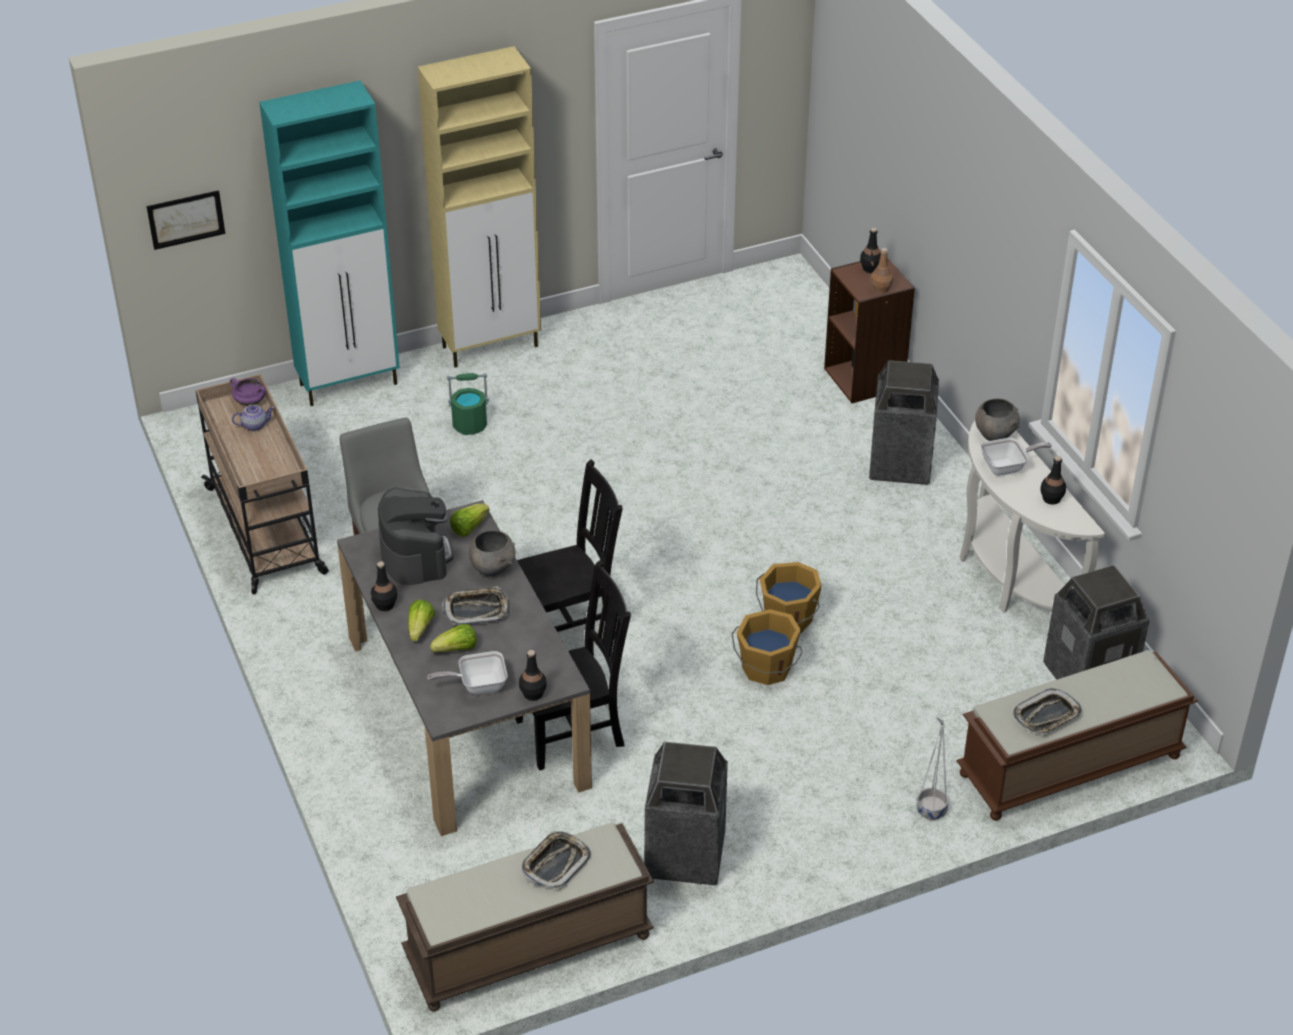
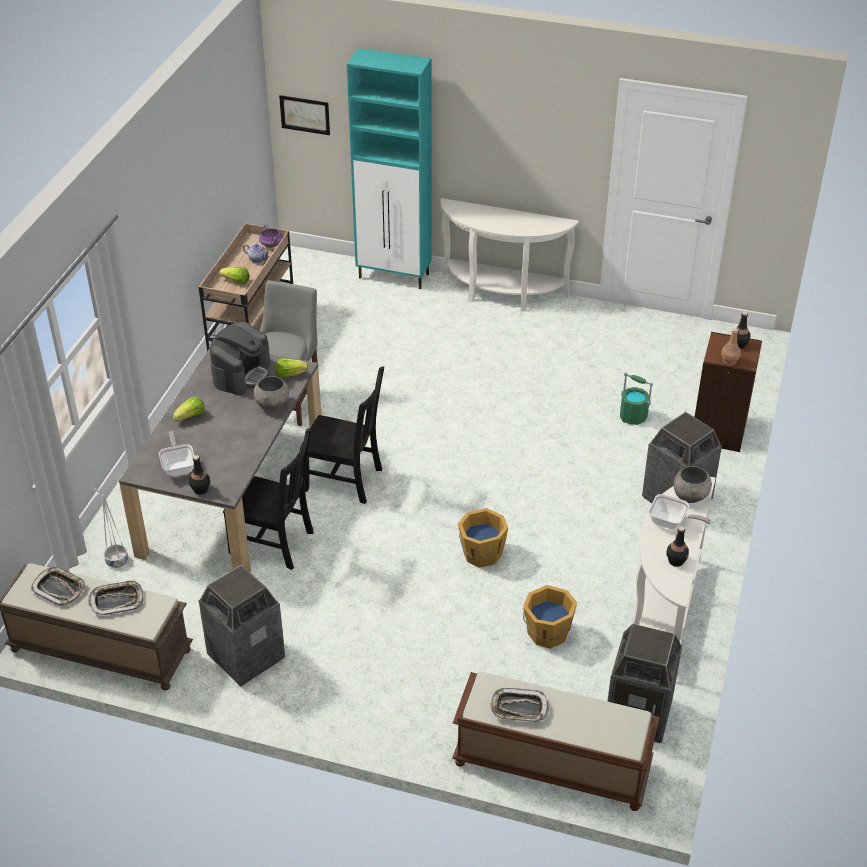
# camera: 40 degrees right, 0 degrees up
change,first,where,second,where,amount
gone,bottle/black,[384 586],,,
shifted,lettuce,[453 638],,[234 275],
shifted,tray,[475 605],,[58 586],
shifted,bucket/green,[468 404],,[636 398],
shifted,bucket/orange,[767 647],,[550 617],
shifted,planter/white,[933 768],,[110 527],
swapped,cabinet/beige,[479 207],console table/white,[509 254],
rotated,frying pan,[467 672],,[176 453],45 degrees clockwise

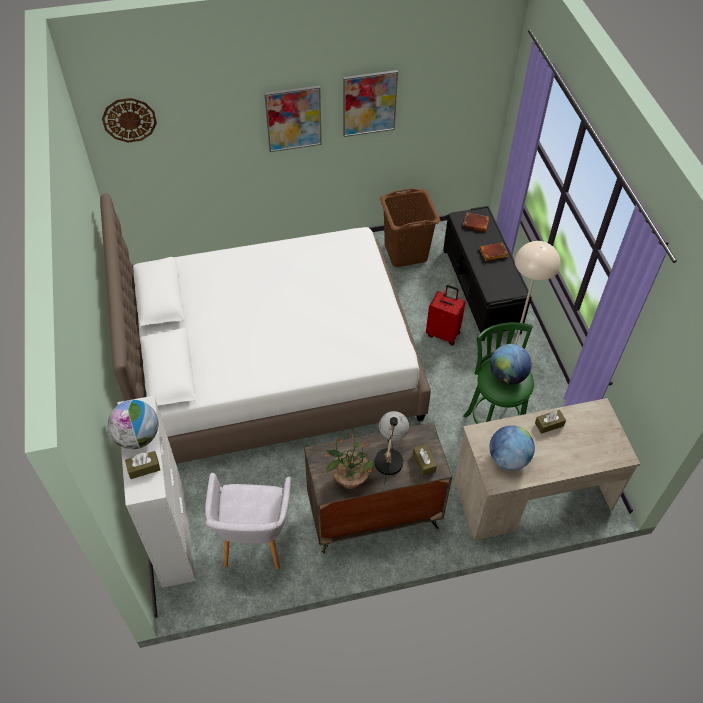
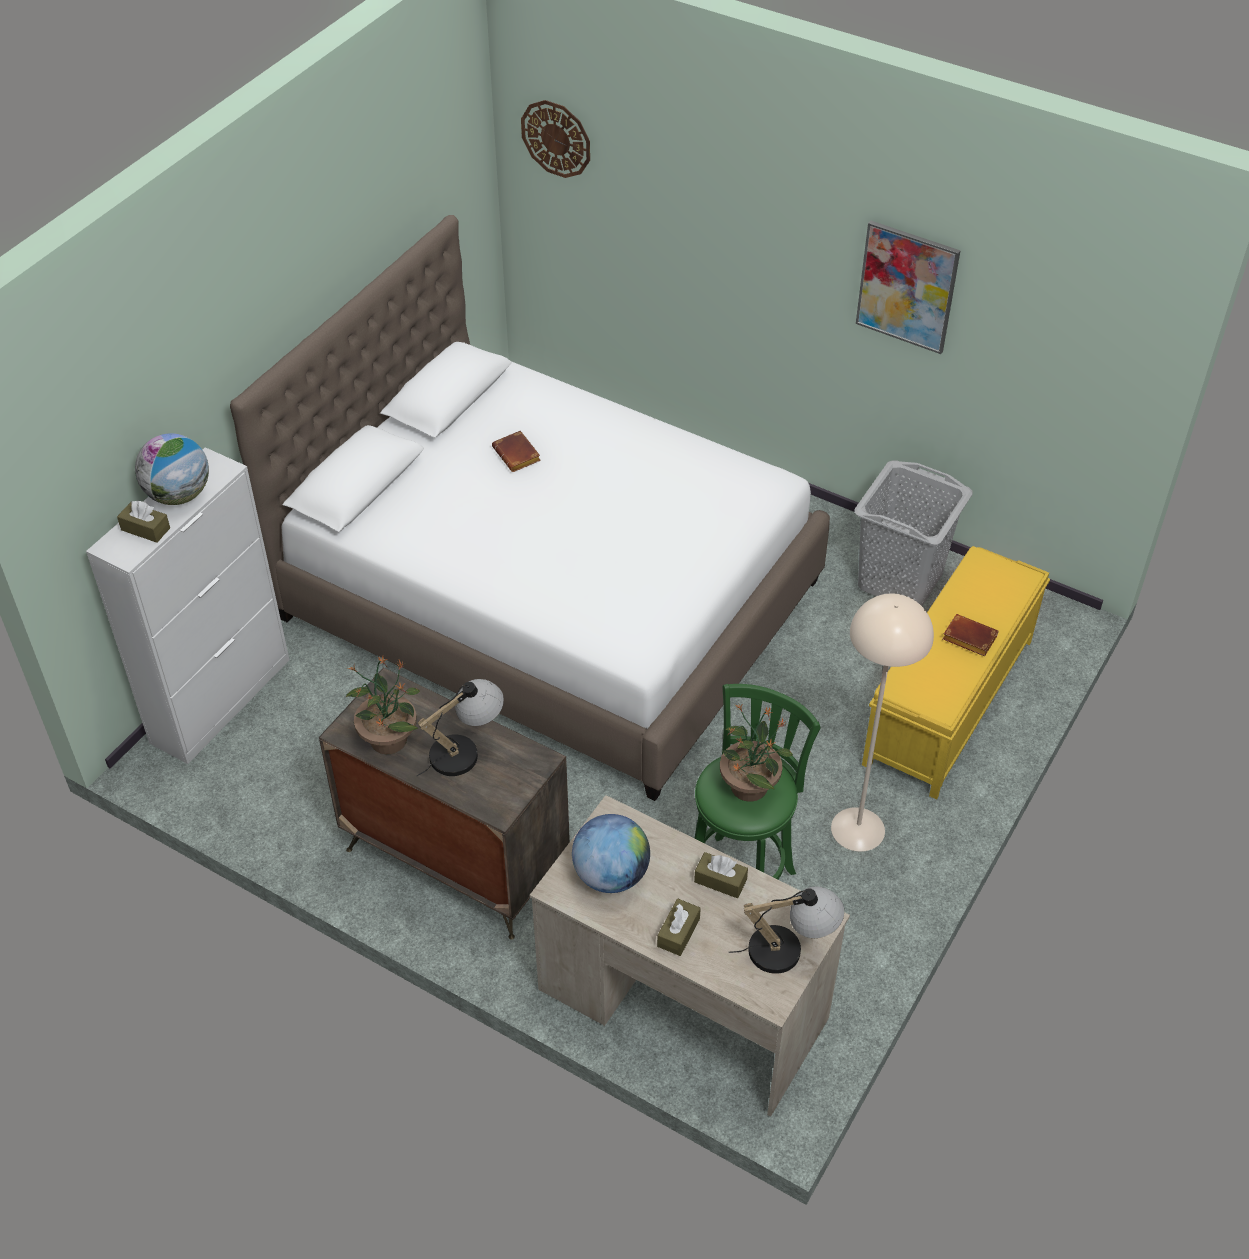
# camera: 45 degrees right, 5 degrees down
change,first,where,second,where,amount
gone,armchair/grey,[248 521],,,
gone,picture,[293 119],,,
gone,suitcase/red,[446 315],,,
new,,,table lamp,[786 930],
shifted,tissue box/brown,[425 460],,[679 927],
shifted,book/brown,[476 222],,[516 451],
swapped,globe,[511 364],potted plant,[756 752],
repainted,laundry basket/brown,[410 227],laundry basket/grey,[914 533],
repainted,bench/black,[487 273],bench/yellow,[956 673],

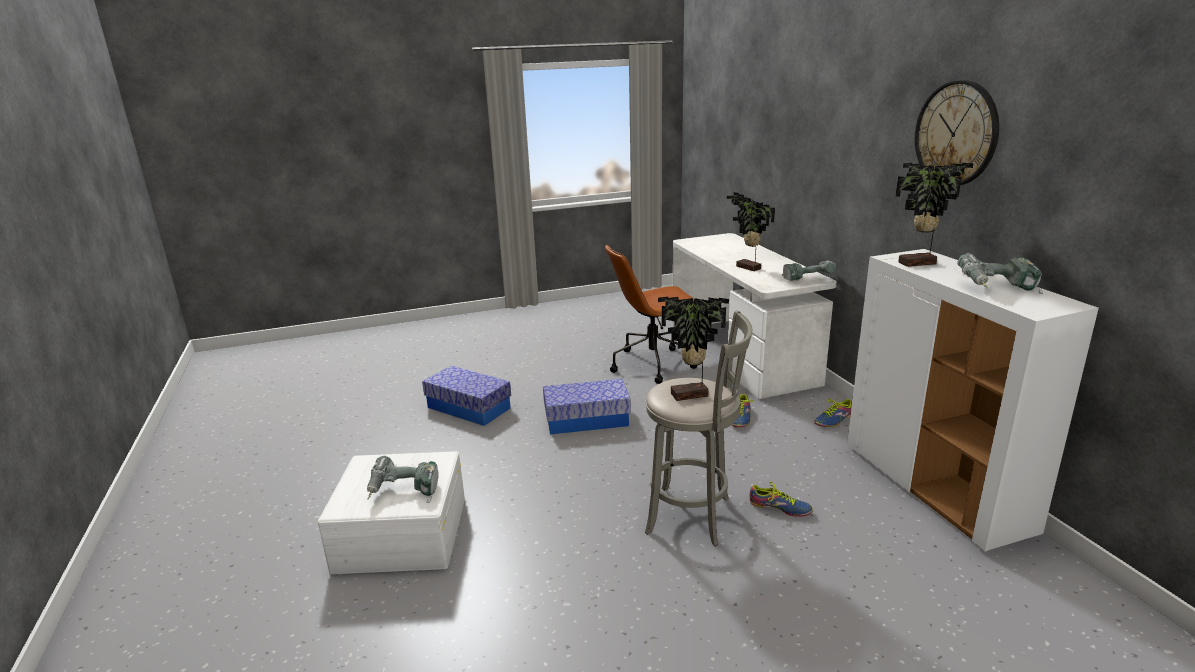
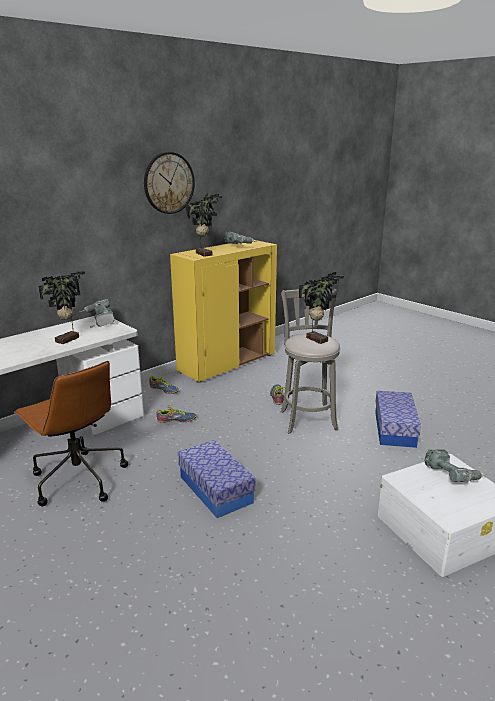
# camera: 115 degrees left, 0 degrees up
change,first,where,second,where,amount
shifted,storage box,[466 396],,[398 419],
repainted,cabinet/white,[973 400],cabinet/yellow,[223 311],

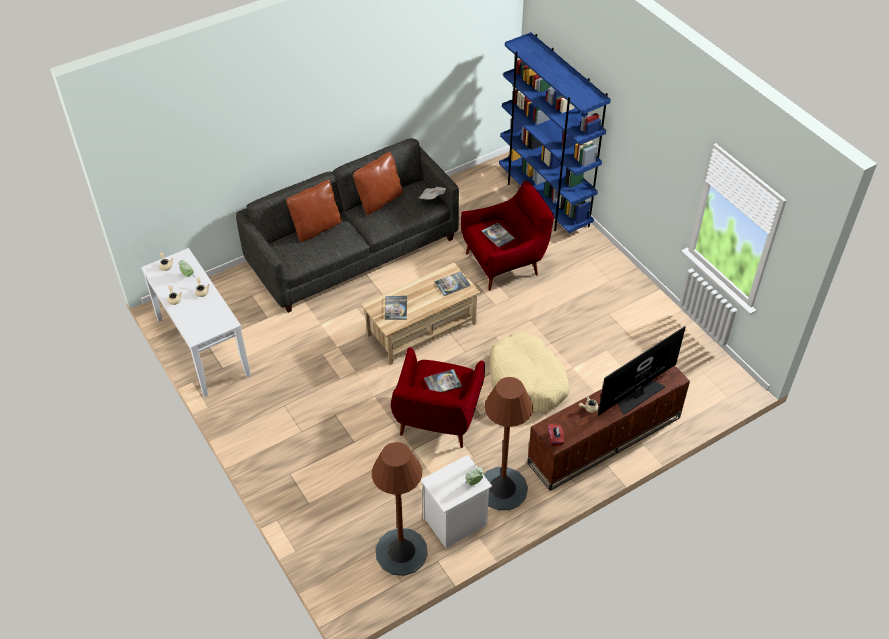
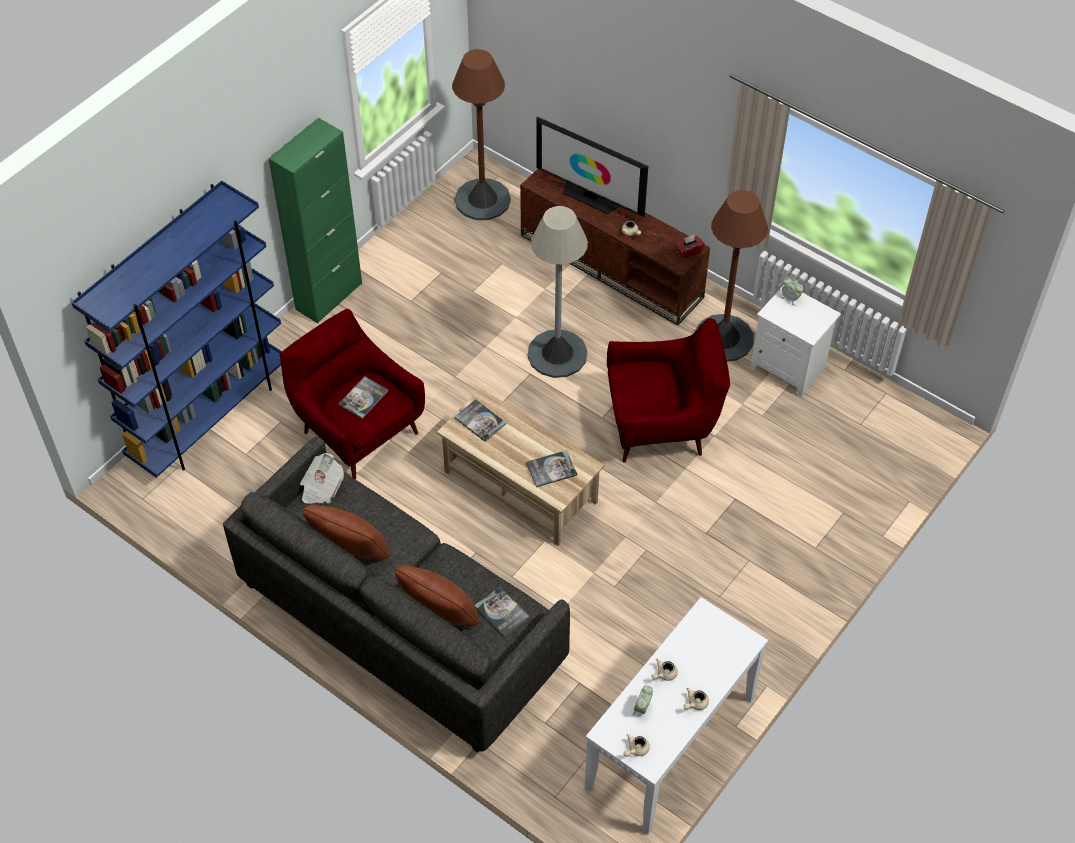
# camera: 110 degrees left, 5 degrees up
change,first,where,second,where,amount
new,,,cabinet/green,[315 220],
shifted,floor lamp/brown,[400 509],,[481 134],
shifted,book,[443 381],,[502 611],
swapped,dog bed/beige,[529 373],floor lamp/grey,[558 292],

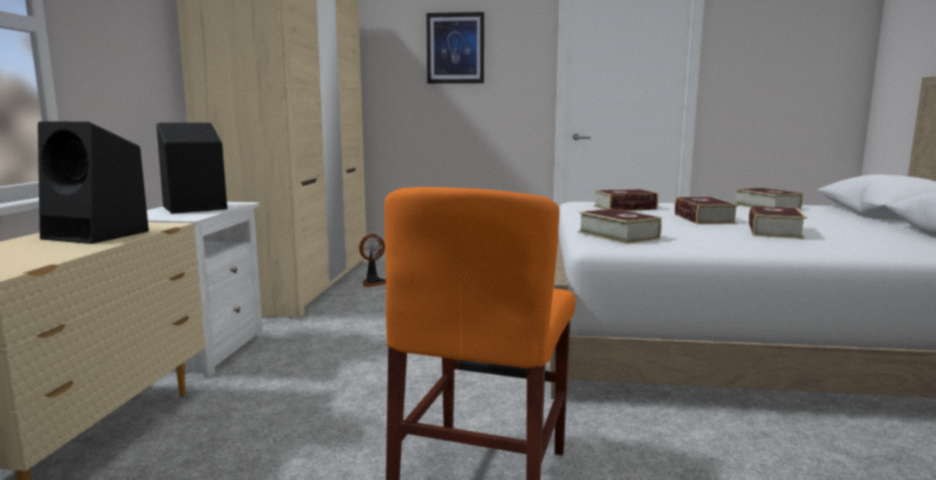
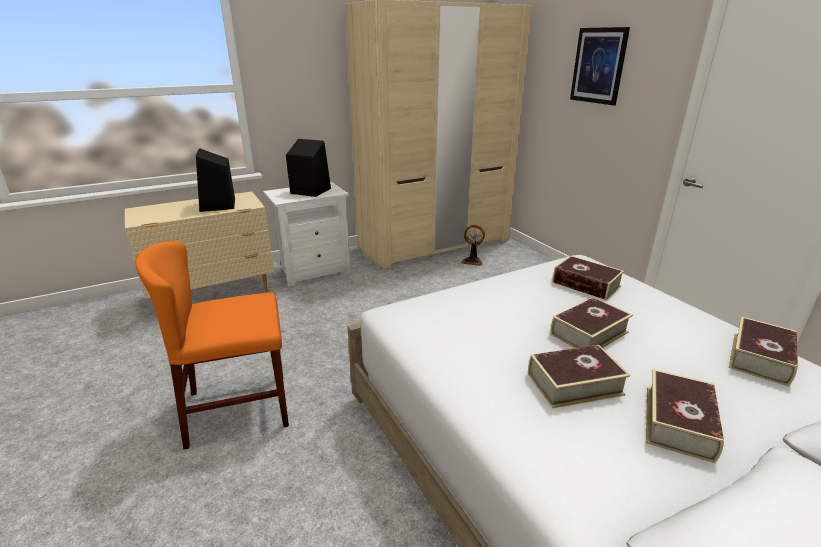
# camera: 55 degrees right, 15 degrees up
change,first,where,second,where,amount
shifted,book,[620 226],,[685 416],

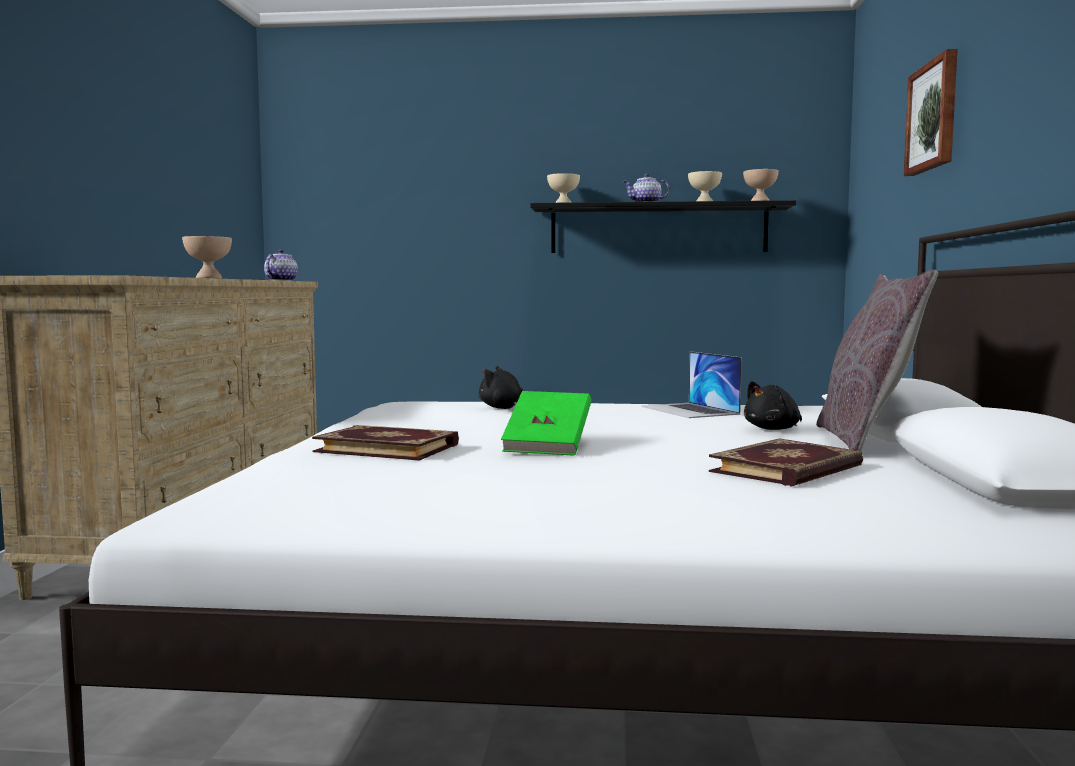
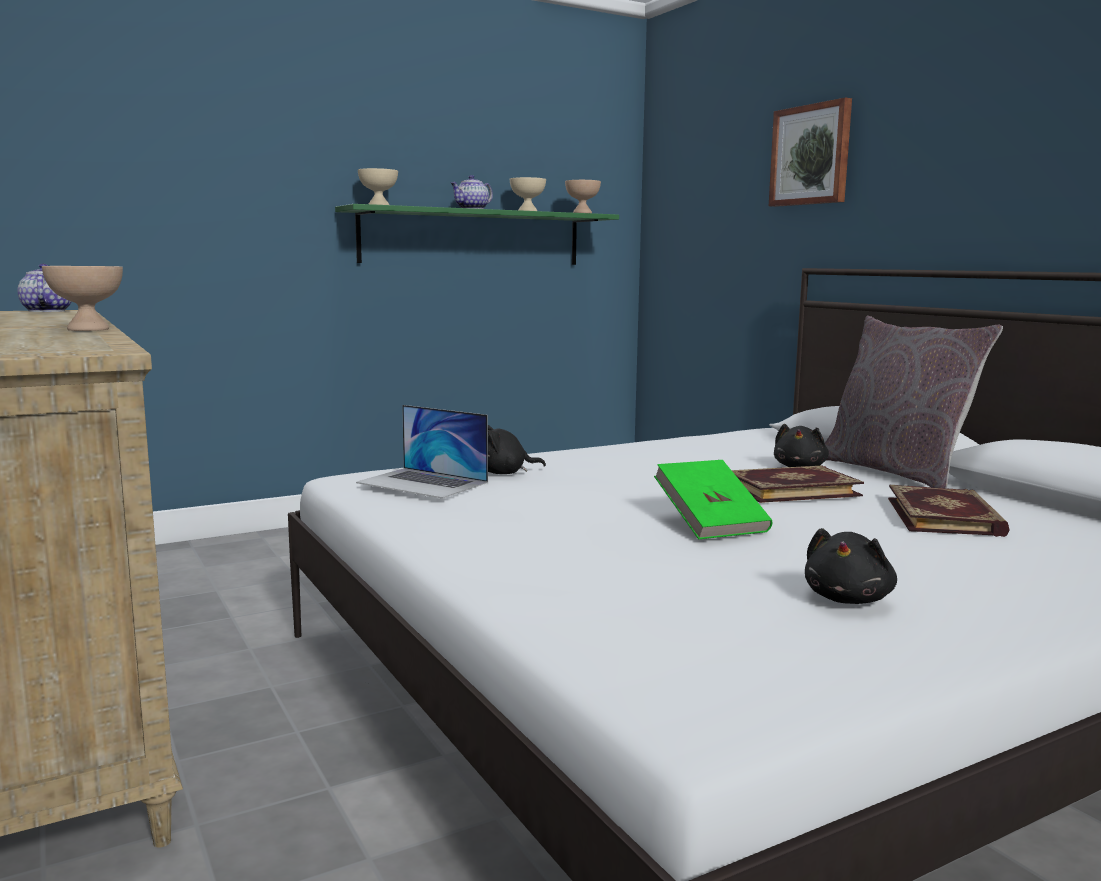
# camera: 35 degrees left, 5 degrees up
change,first,where,second,where,amount
new,,,plush toy/black,[851 566],
shifted,book,[385 443],,[798 484],
shifted,laptop,[691 384],,[422 452],
repainted,shelf/black,[663 226],shelf/green,[477 234],

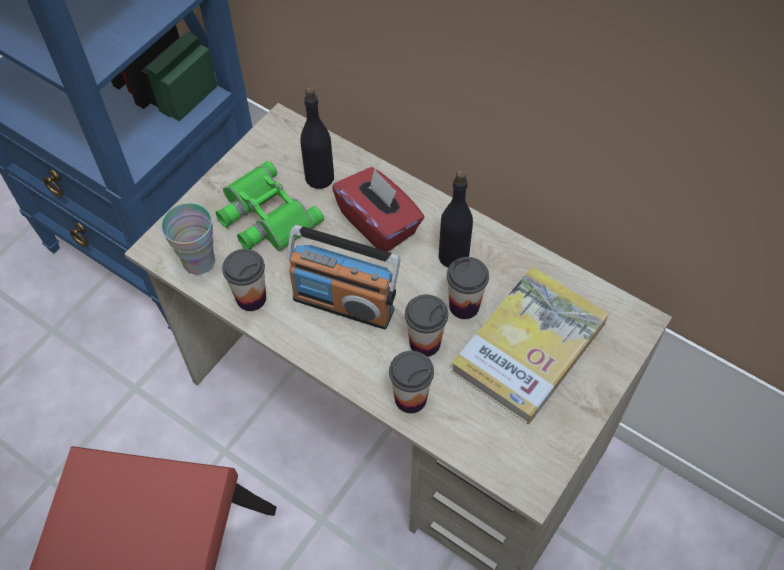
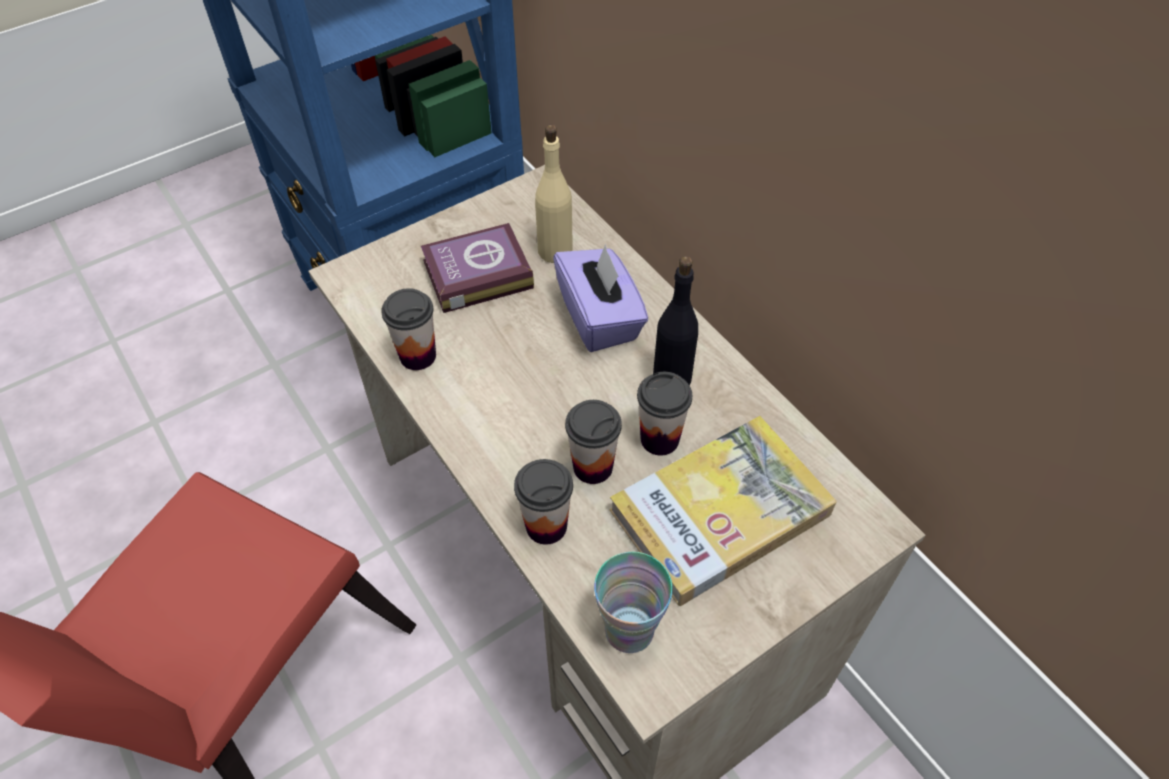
# camera: 20 degrees right, 5 degrees down
change,first,where,second,where,amount
gone,radio,[343 277],,,
shifted,cup,[188 239],,[633 602],
swapped,binoculars/green,[270 206],book,[477 268],
repainted,bottle/black,[317 138],bottle/beige,[554 194],
repainted,tissue box/red,[378 209],tissue box/purple,[600 298],

